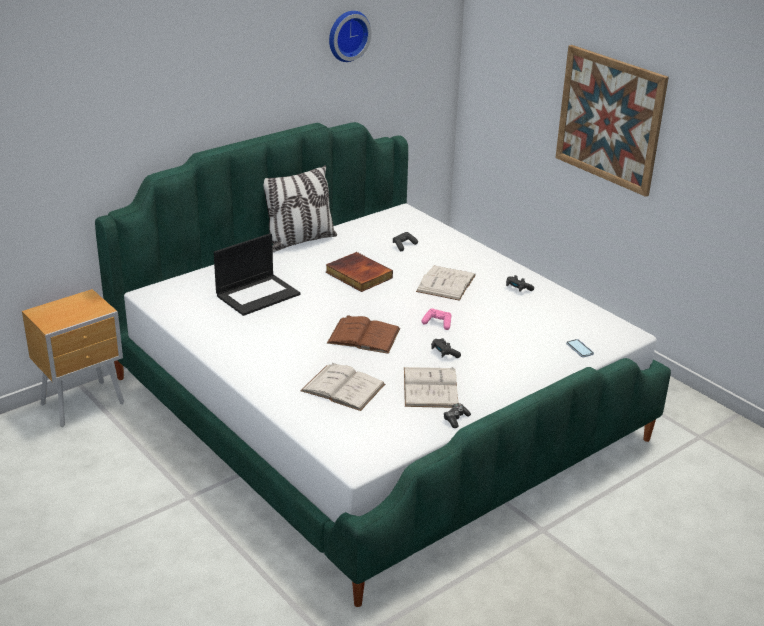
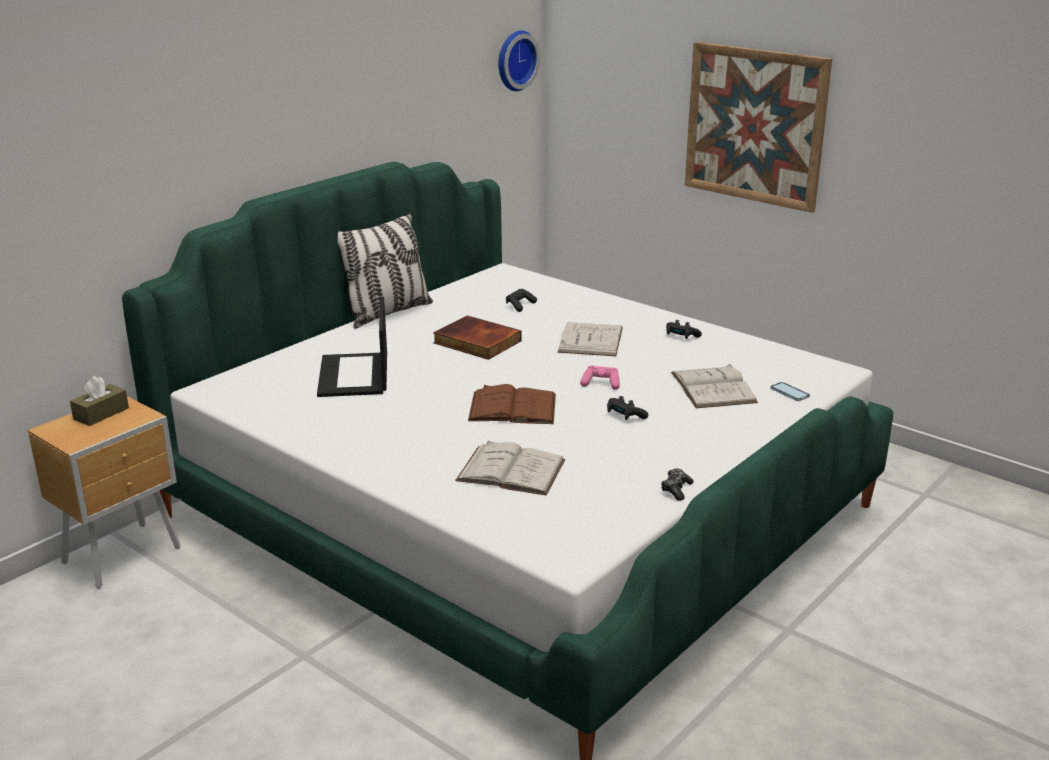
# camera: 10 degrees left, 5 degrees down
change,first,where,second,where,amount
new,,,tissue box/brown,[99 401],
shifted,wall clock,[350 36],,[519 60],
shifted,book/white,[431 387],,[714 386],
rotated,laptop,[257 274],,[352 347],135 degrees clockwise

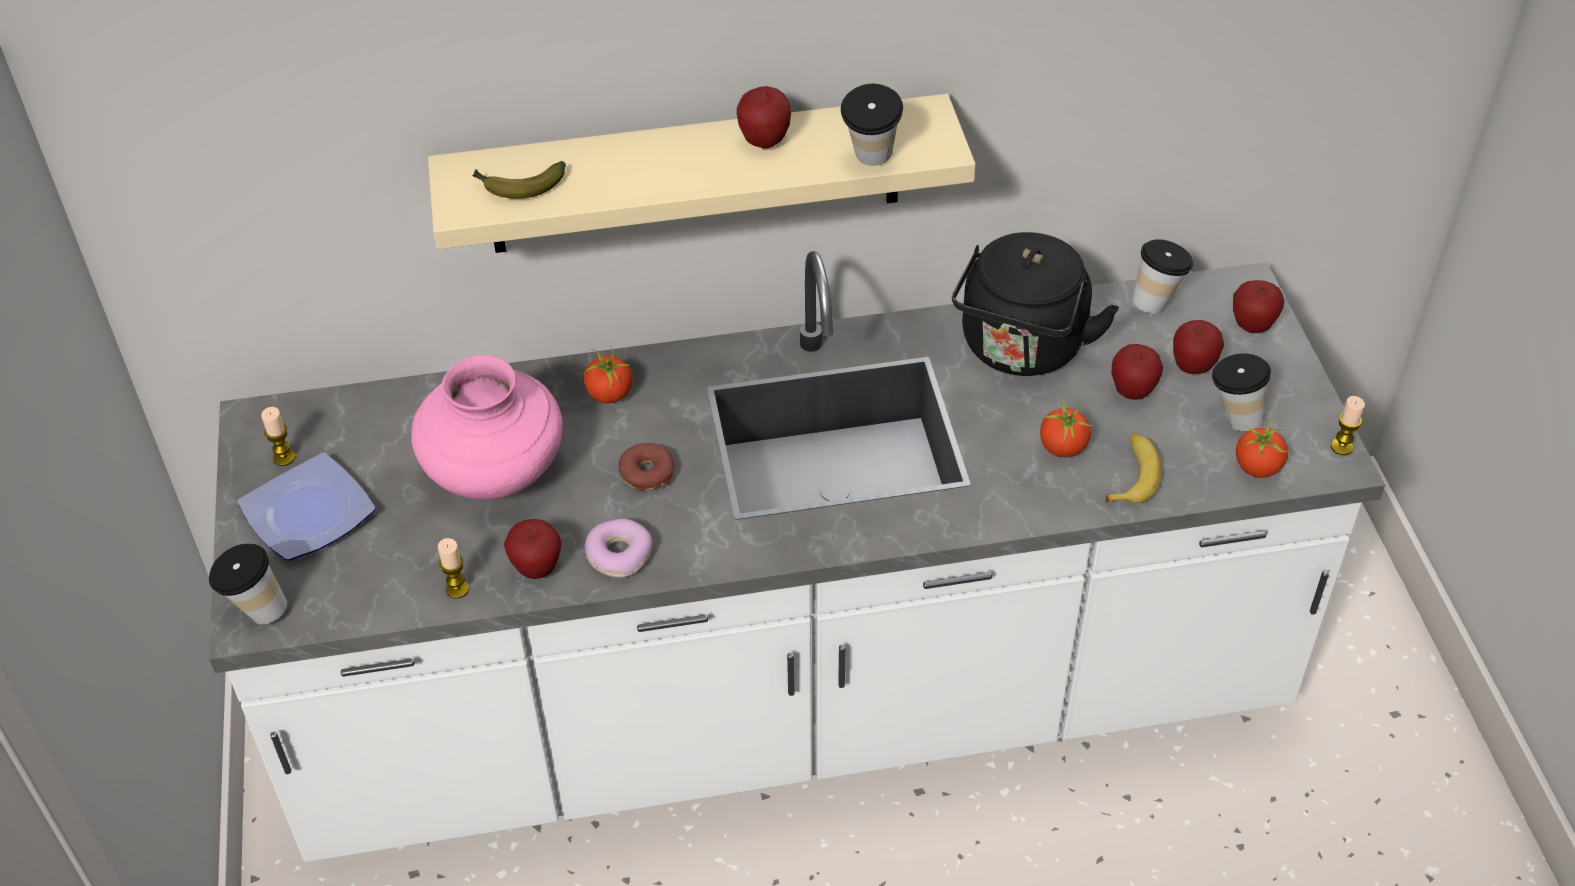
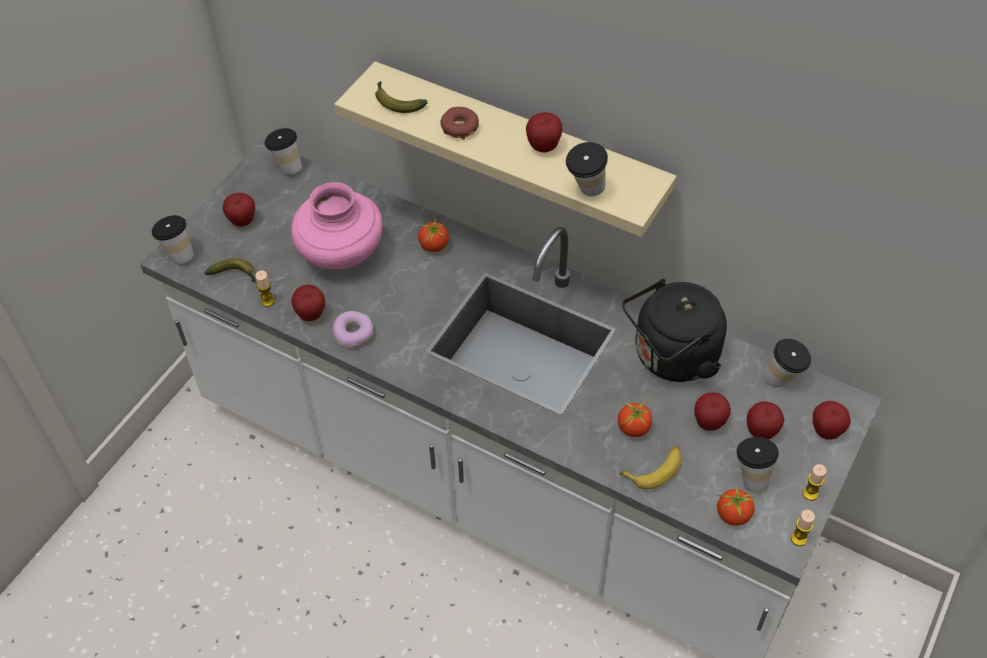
# camera: 40 degrees right, 5 degrees up
change,first,where,second,where,amount
new,,,banana,[230 270],
new,,,cup,[283 151],
shifted,candle,[278 436],,[815 482],
shifted,donut,[646 467],,[459 123],
swapped,plate,[306 507],apple,[238 209],

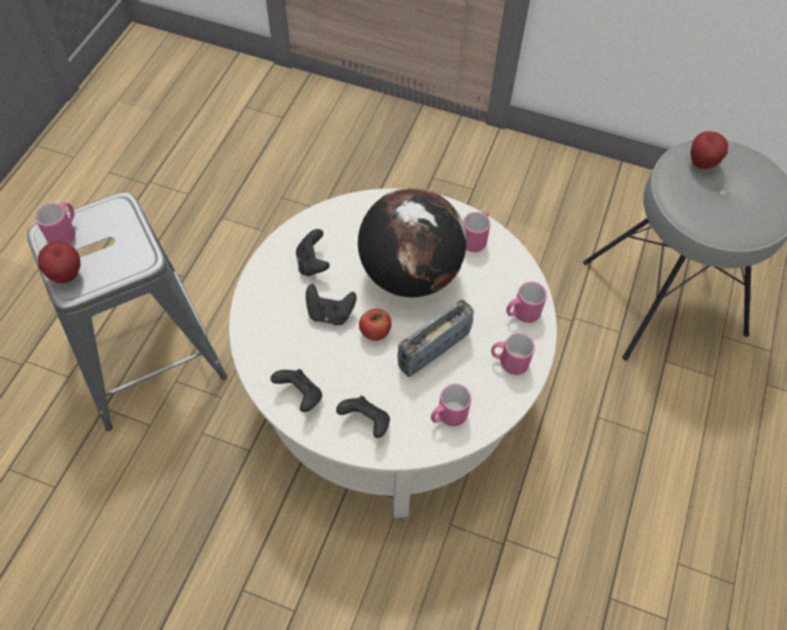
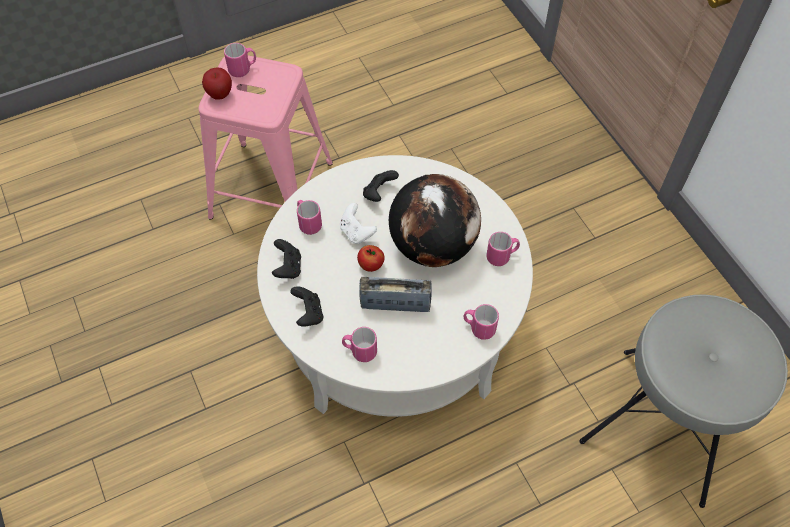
# camera: 45 degrees right, 0 degrees up
change,first,where,second,where,amount
gone,apple,[709 150],,,
shifted,mug/pink,[513 354],,[309 217],
repainted,stool/grey,[127 311],stool/pink,[266 137],
repainted,game controller/black,[331 304],game controller/white,[358 223],

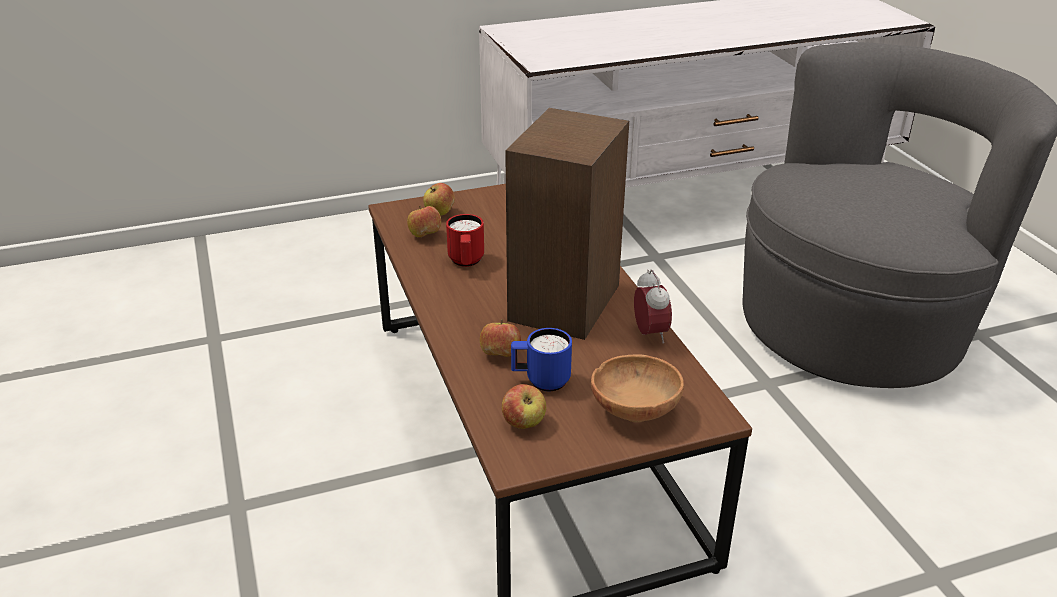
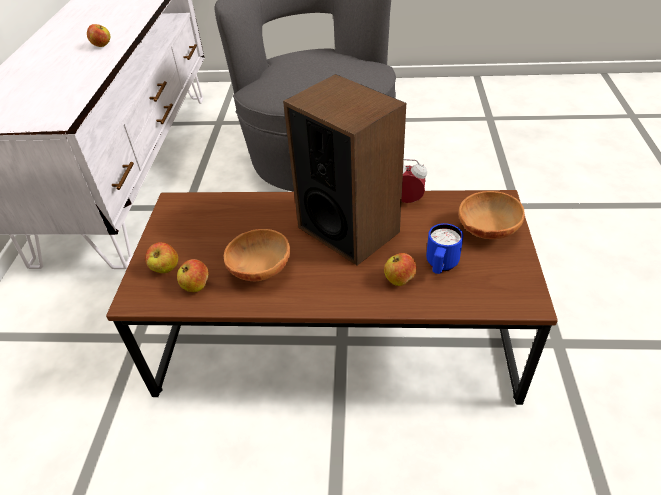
# camera: 65 degrees left, 10 degrees up
change,first,where,second,where,amount
shifted,apple,[524 406],,[98 35],
swapped,mug/red,[465 240],bowl/brown,[257 255],

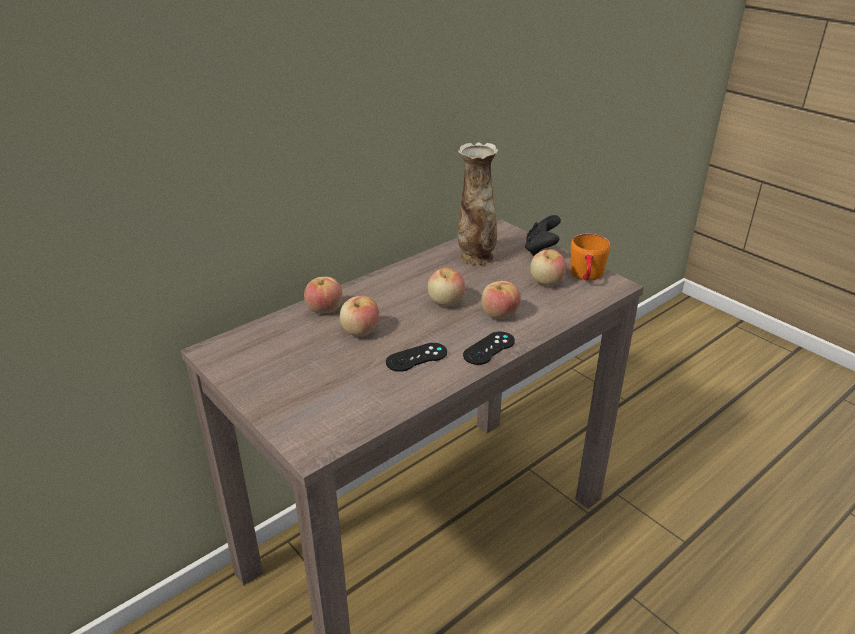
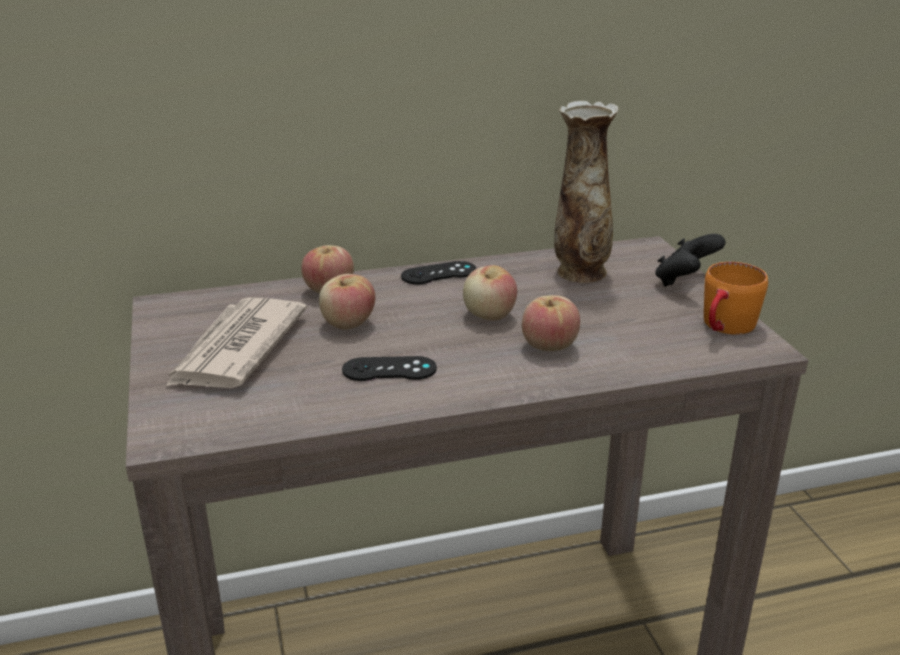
# camera: 25 degrees right, 5 degrees down
change,first,where,second,where,amount
gone,apple,[548 267],,,
new,,,newspaper,[236 342],
shifted,game controller/black,[489 348],,[438 272],

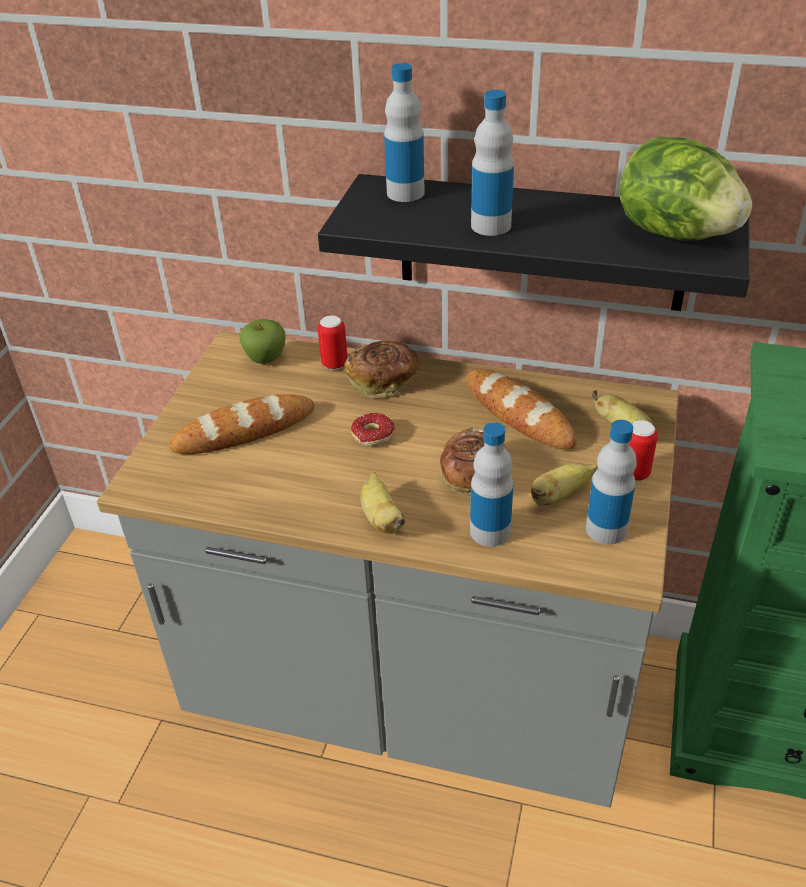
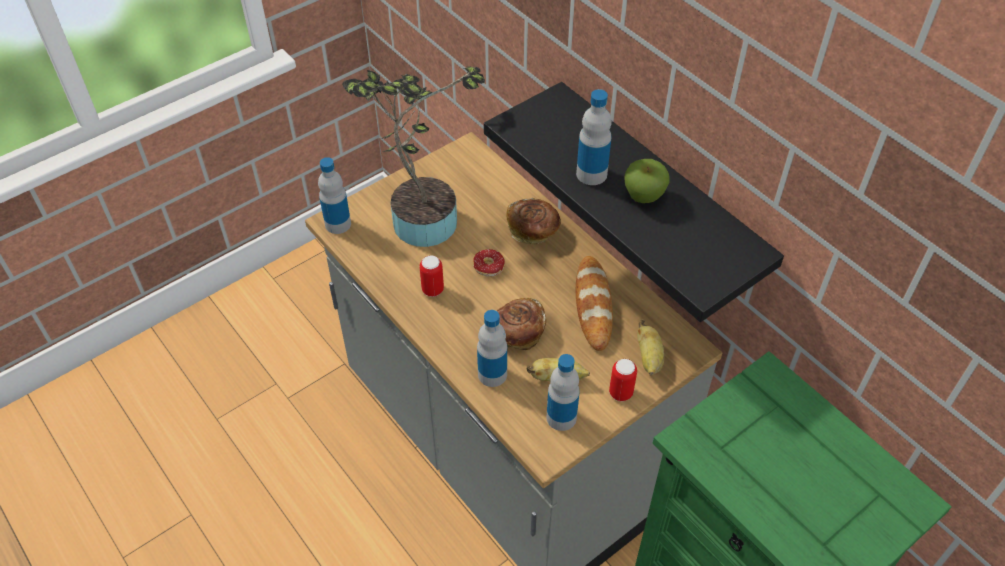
# camera: 35 degrees right, 10 degrees up
change,first,where,second,where,amount
gone,banana,[382 503],,,
gone,lettuce,[685 189],,,
shifted,apple,[263 341],,[647 181],
shifted,can,[333 342],,[431 276],
shifted,bottle,[404 132],,[334 195],
swapped,bread,[241 424],potted plant,[413 156],

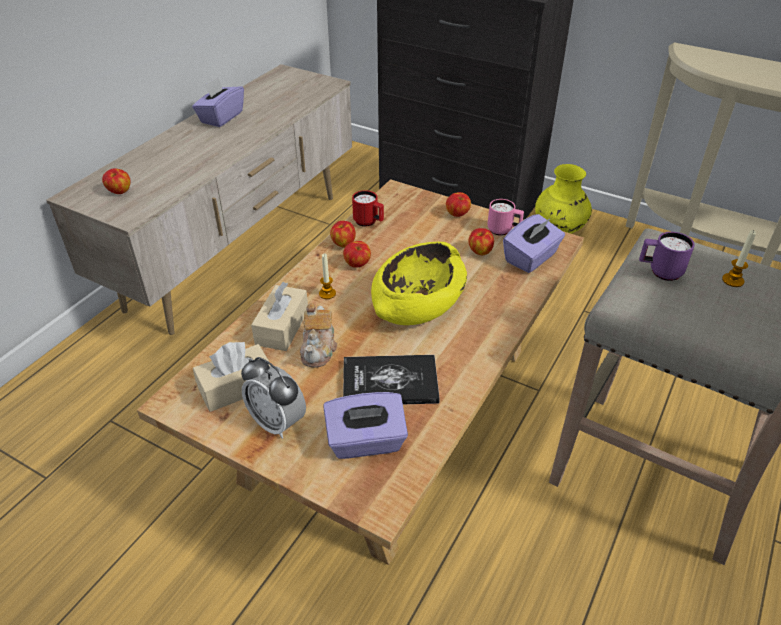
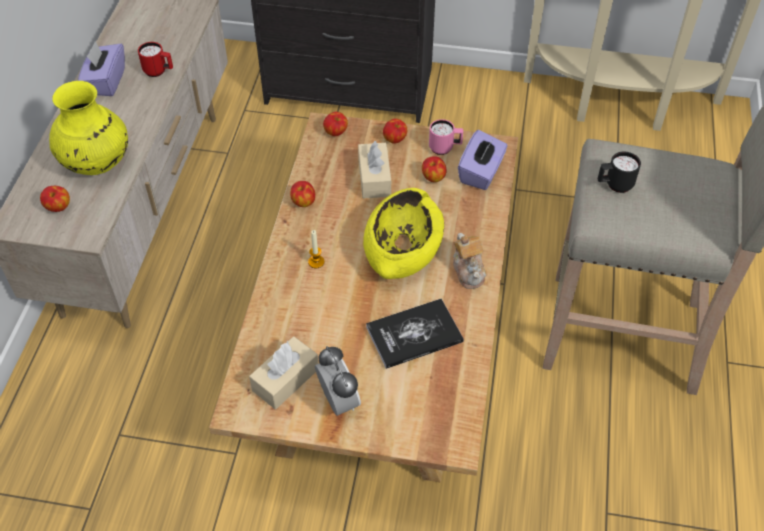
# camera: 20 degrees left, 10 degrees up
change,first,where,second,where,amount
gone,tissue box/purple,[365 425],,,
gone,candle,[739 258],,,
shifted,tissue box/beige,[279 316],,[374 170],
shifted,teapot,[318 335],,[469 261],
shifted,apple,[357 254],,[335 124],
shifted,mug/red,[368 208],,[155 59],
shifted,vase/yellow,[563 199],,[88 128],
repainted,mug/purple,[667 256],mug/black,[619 172],
rotated,alarm clock,[273 398],,[338 381],135 degrees counterclockwise

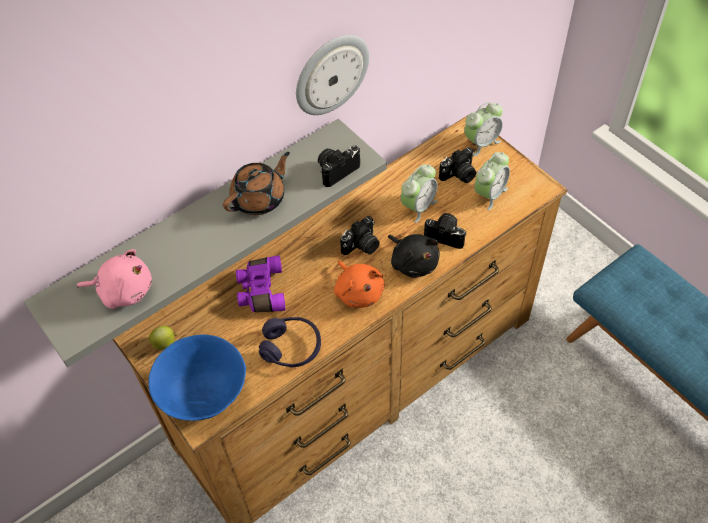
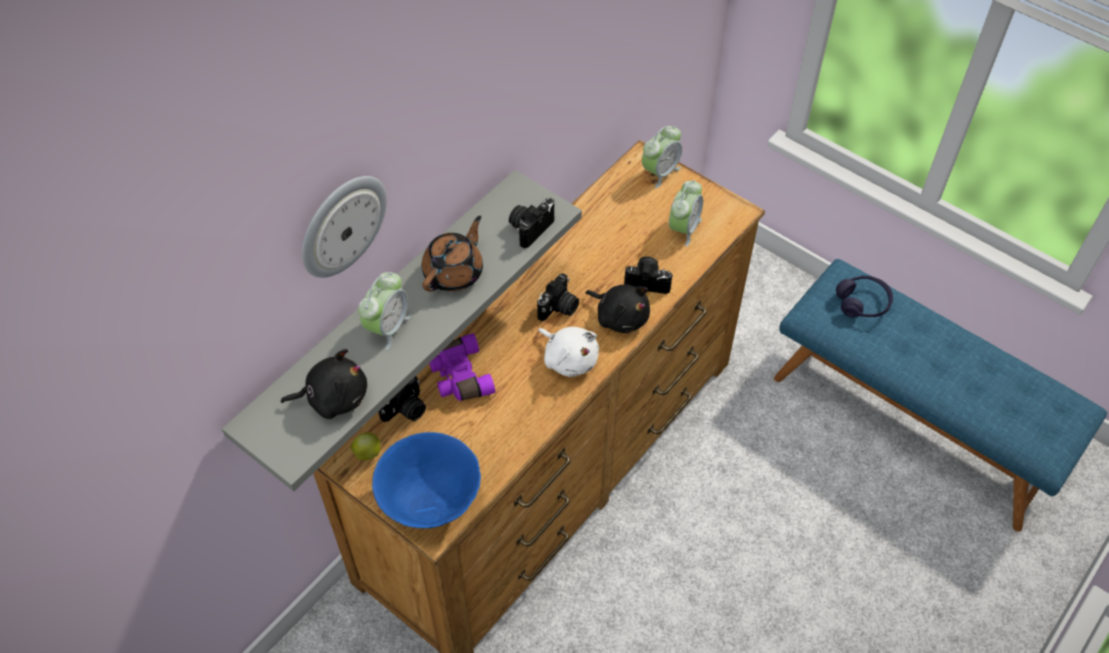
# camera: 15 degrees left, 0 degrees up
change,first,where,second,where,amount
shifted,headphones/purple,[290 342],,[864 296],
shifted,wall clock,[332 75],,[344 227],
shifted,alarm clock,[419 193],,[385 311],
shifted,photo camera,[457 165],,[402 399],
repainted,plush toy/pink,[114 279],plush toy/black,[324 384],
repainted,plush toy/orange,[359 284],plush toy/white,[568 352],

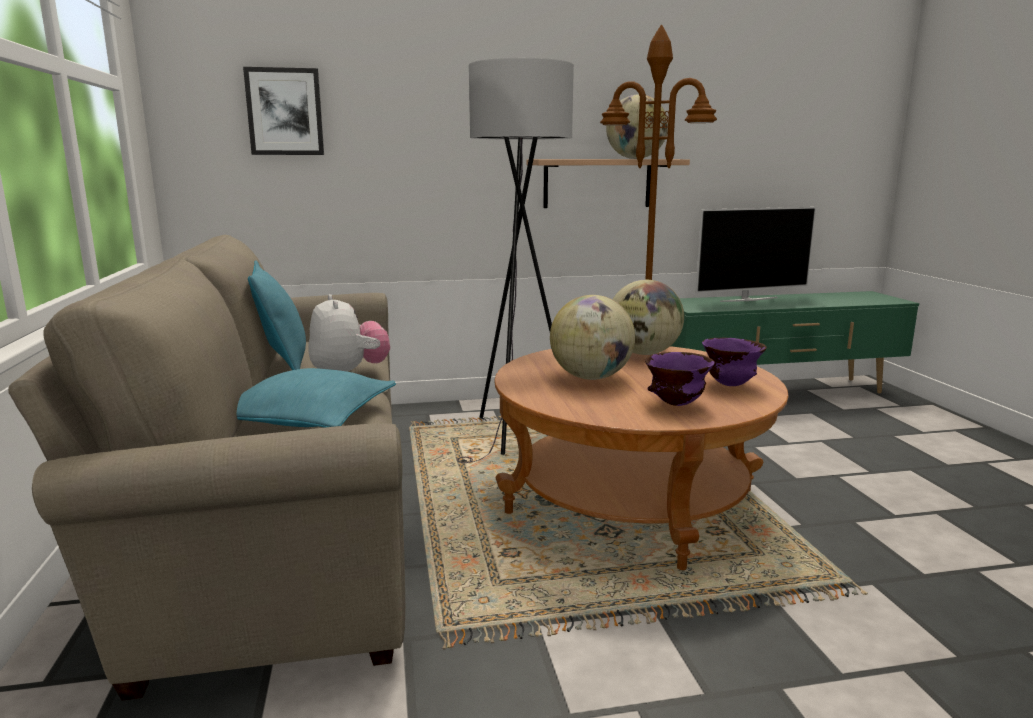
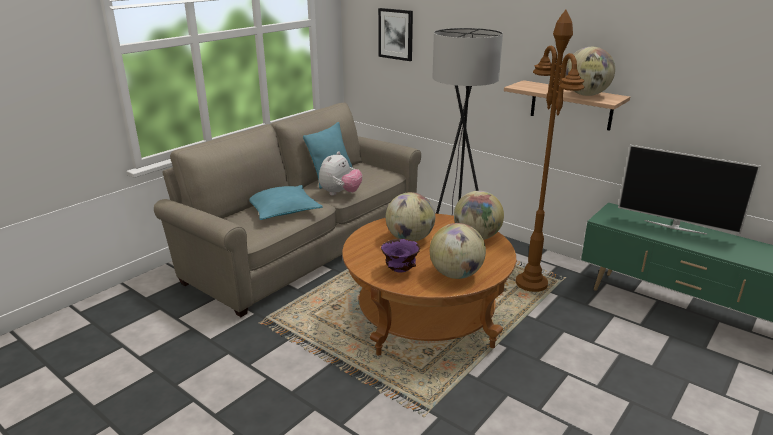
# camera: 50 degrees right, 10 degrees up
change,first,where,second,where,amount
swapped,bowl/purple,[734 362],globe,[458 251],

